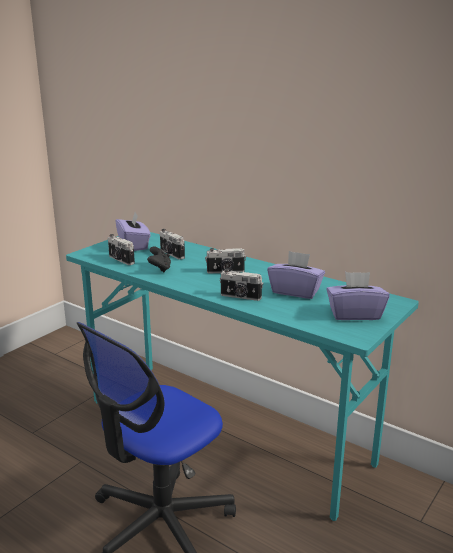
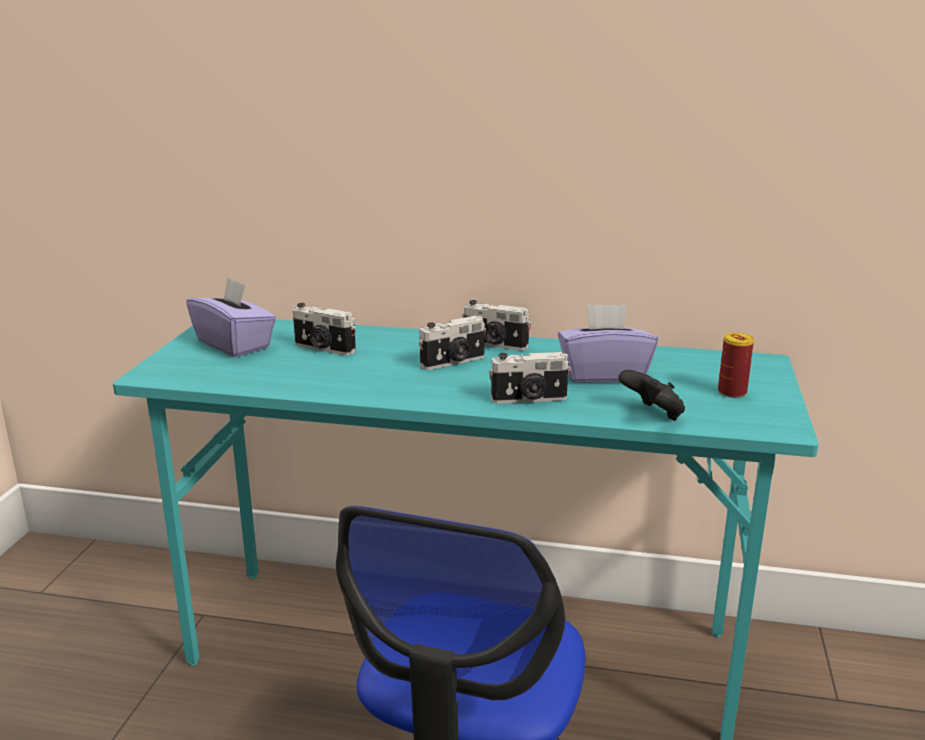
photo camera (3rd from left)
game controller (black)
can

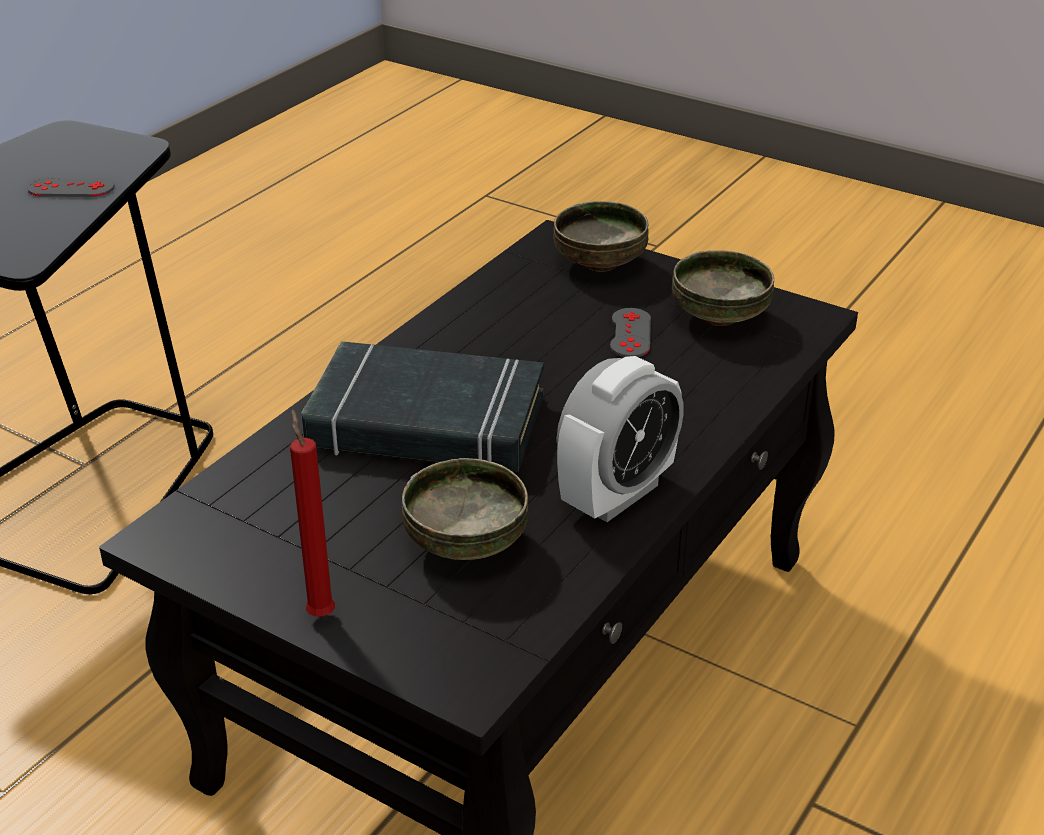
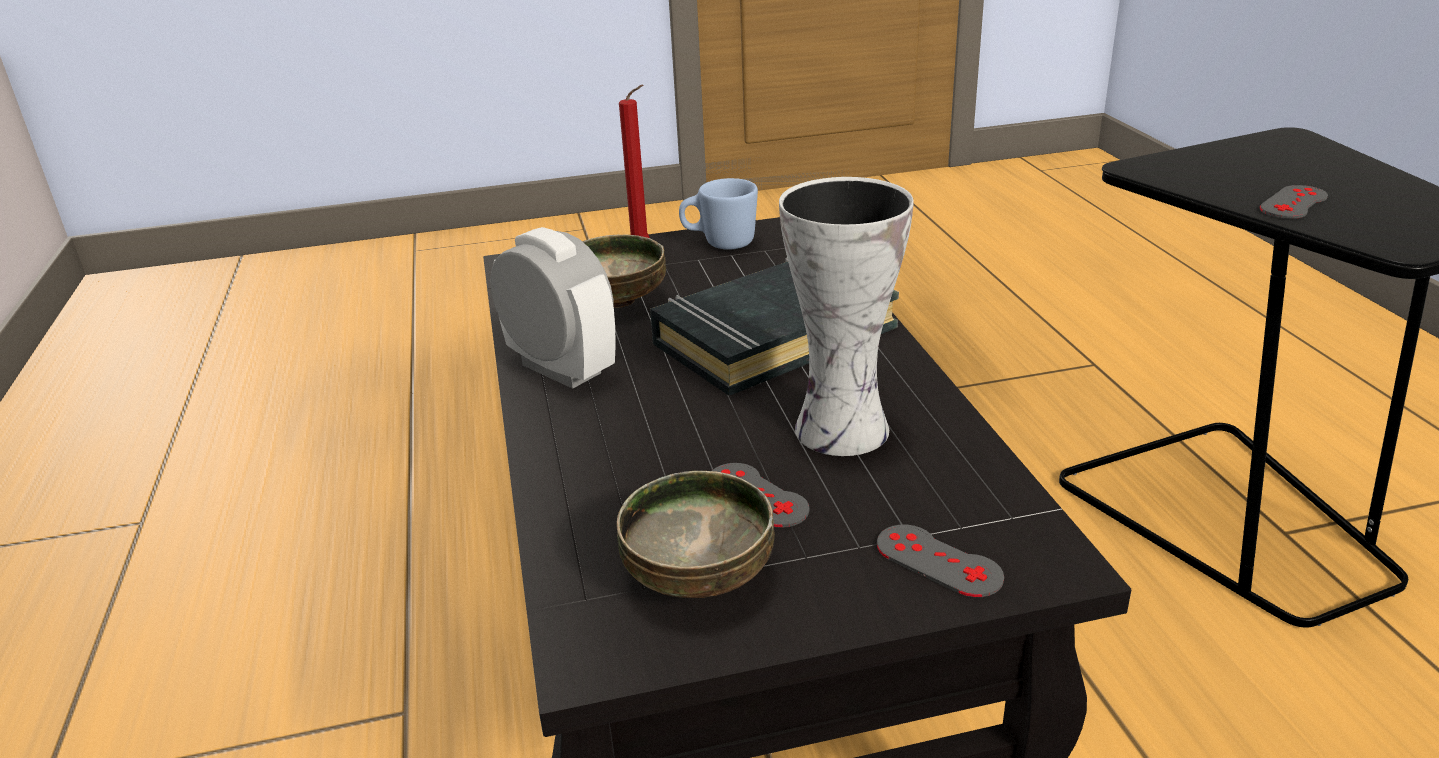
mug (blue)
vase
game controller (grey) (2nd from left)
alarm clock

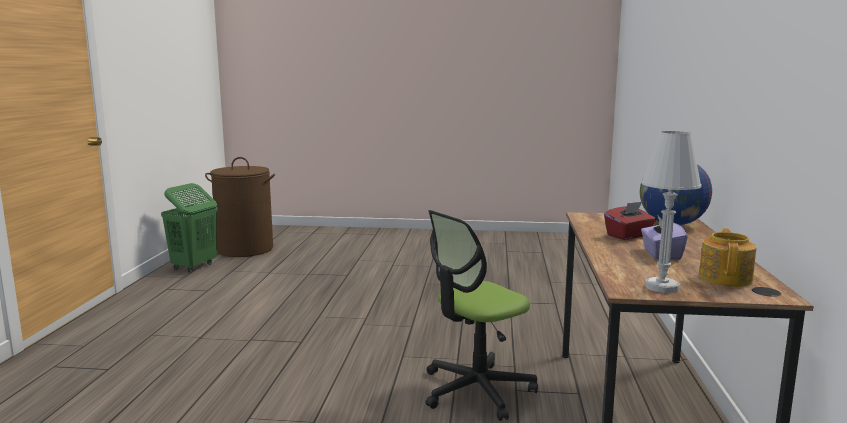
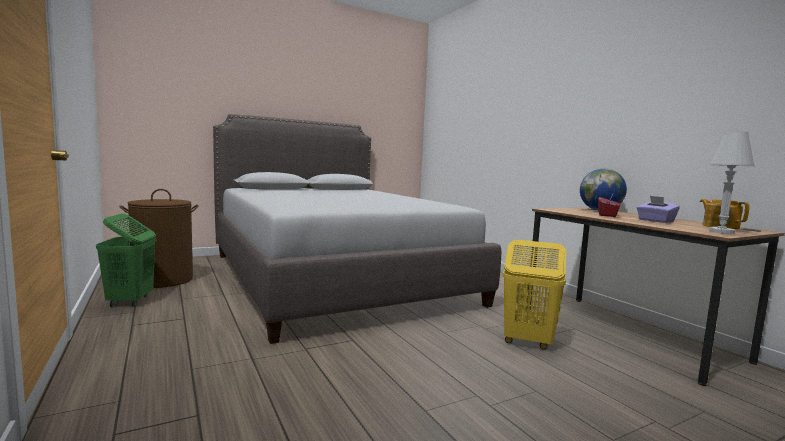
bed (grey)
laundry basket (yellow)

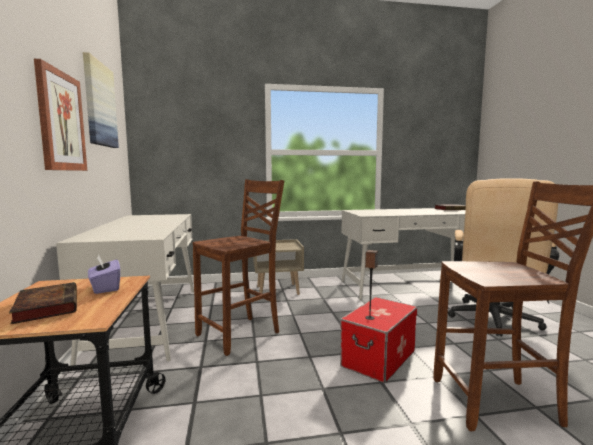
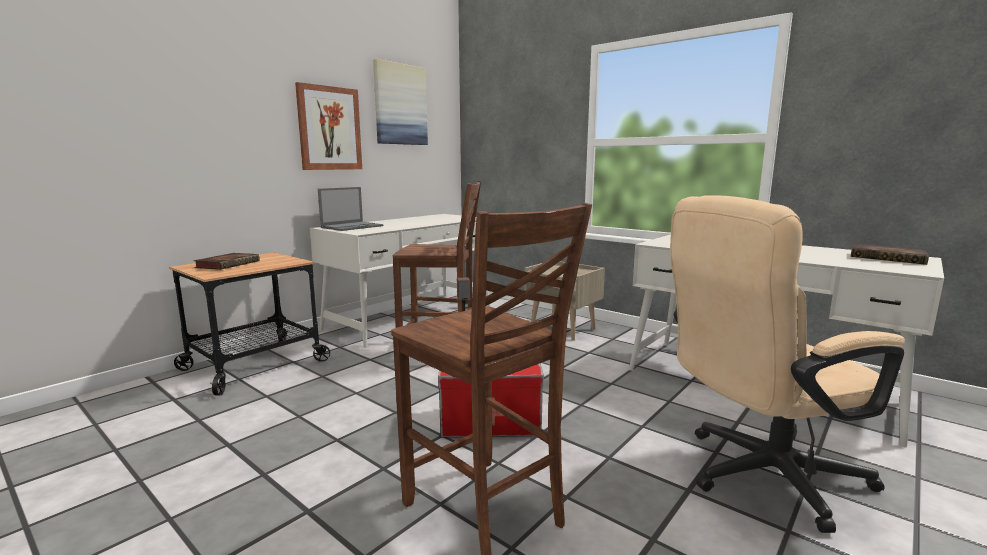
tissue box (purple)
laptop

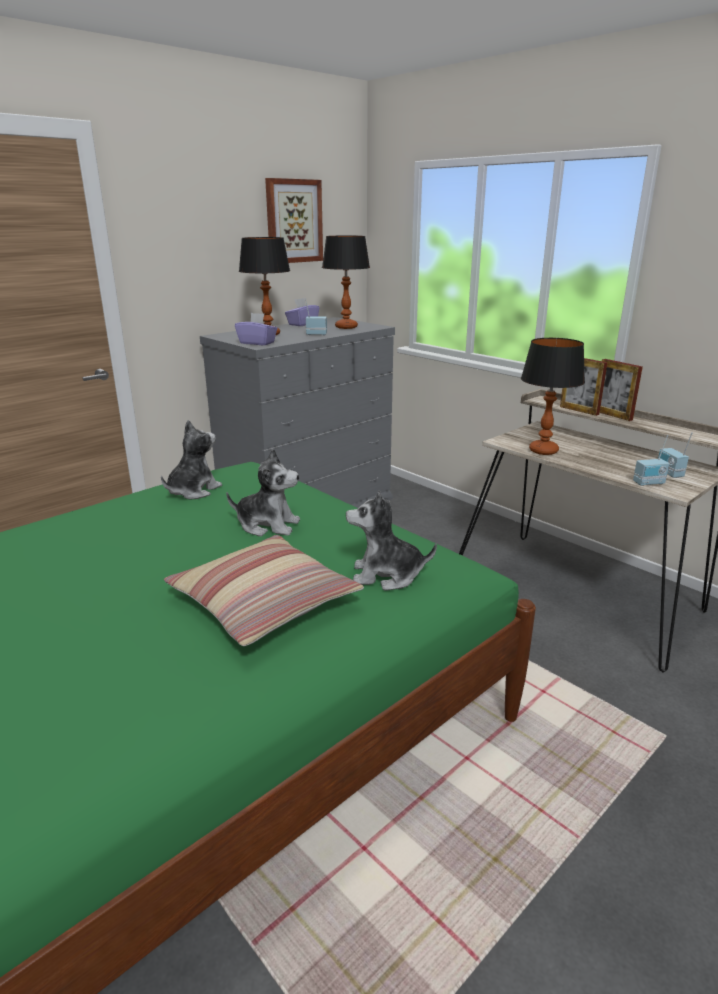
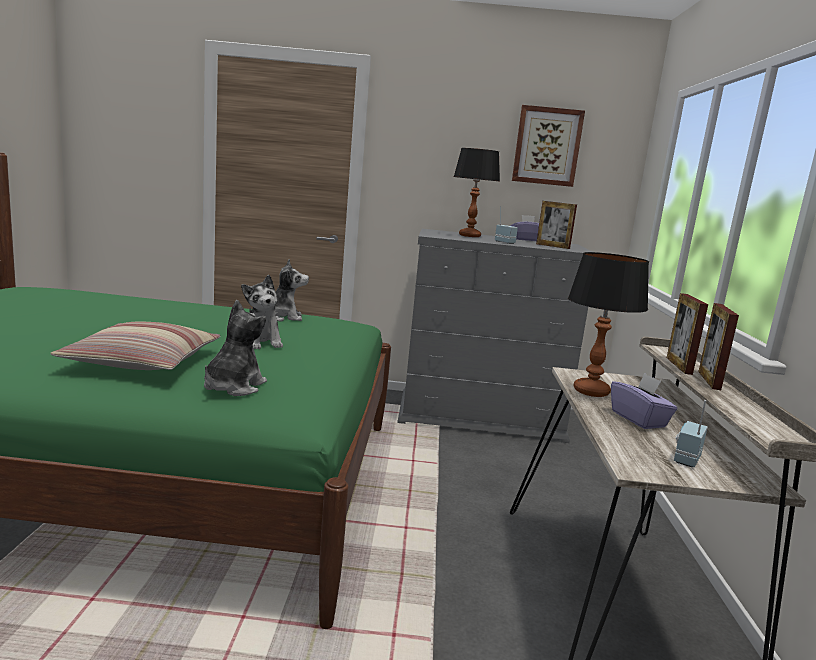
radio (2nd from left in the first image)
tissue box (purple) (2nd from left)
picture frame (1st from left)
plush toy (1st from left)

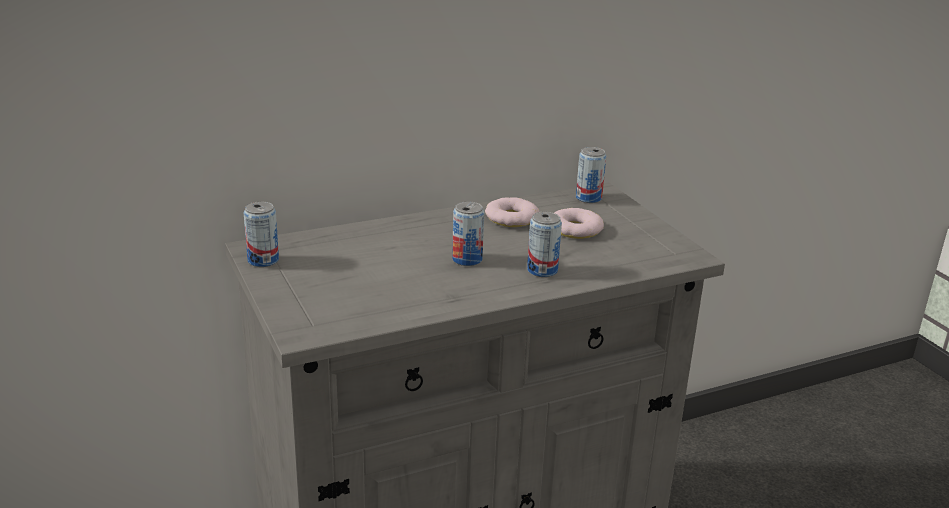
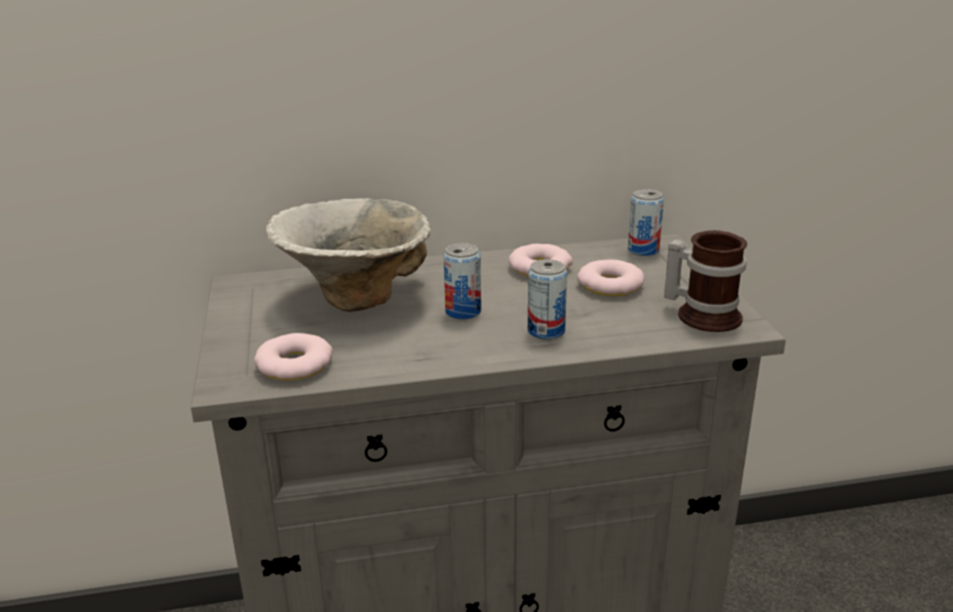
can (1st from left in the first image)
donut (1st from left)
bowl
mug

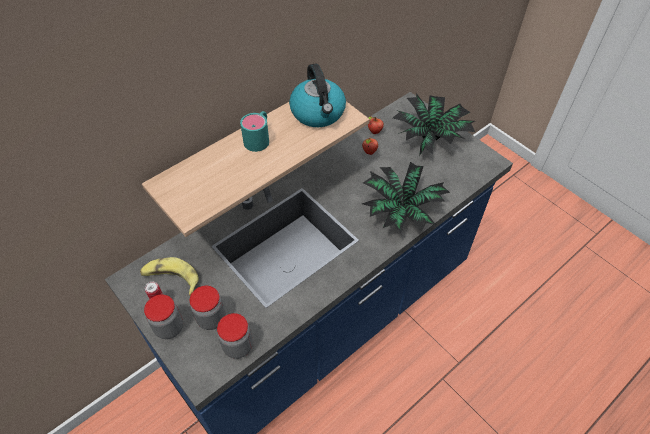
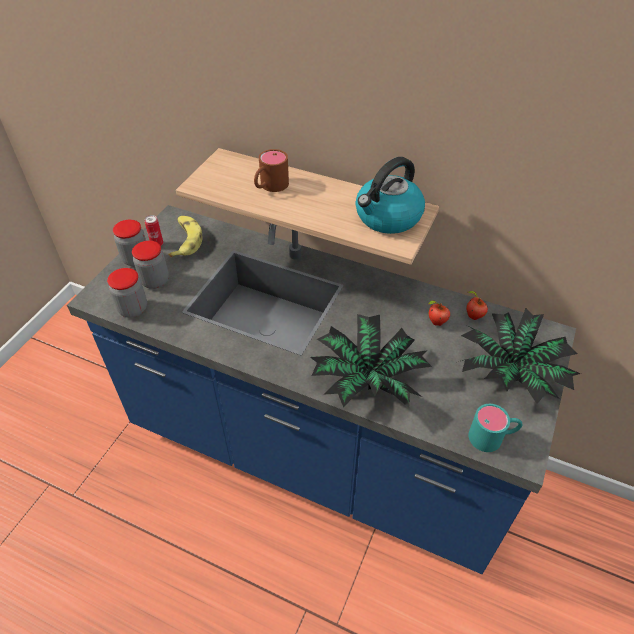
mug (brown)
mug (turquoise)

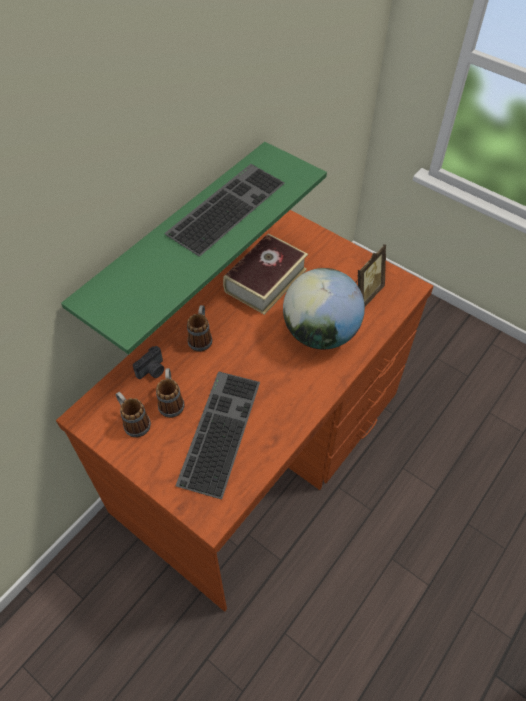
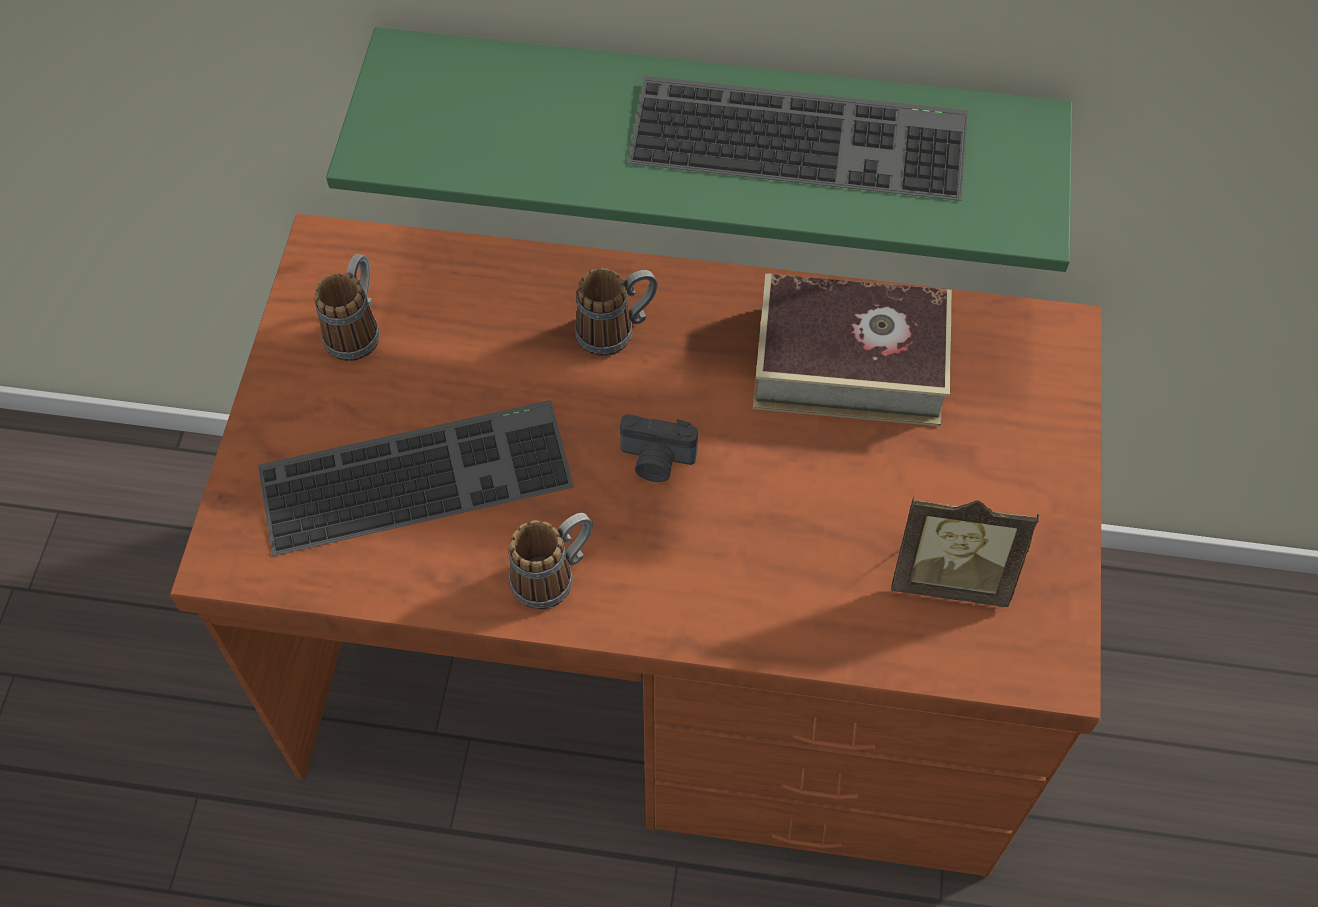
globe
photo camera
mug (2nd from left)

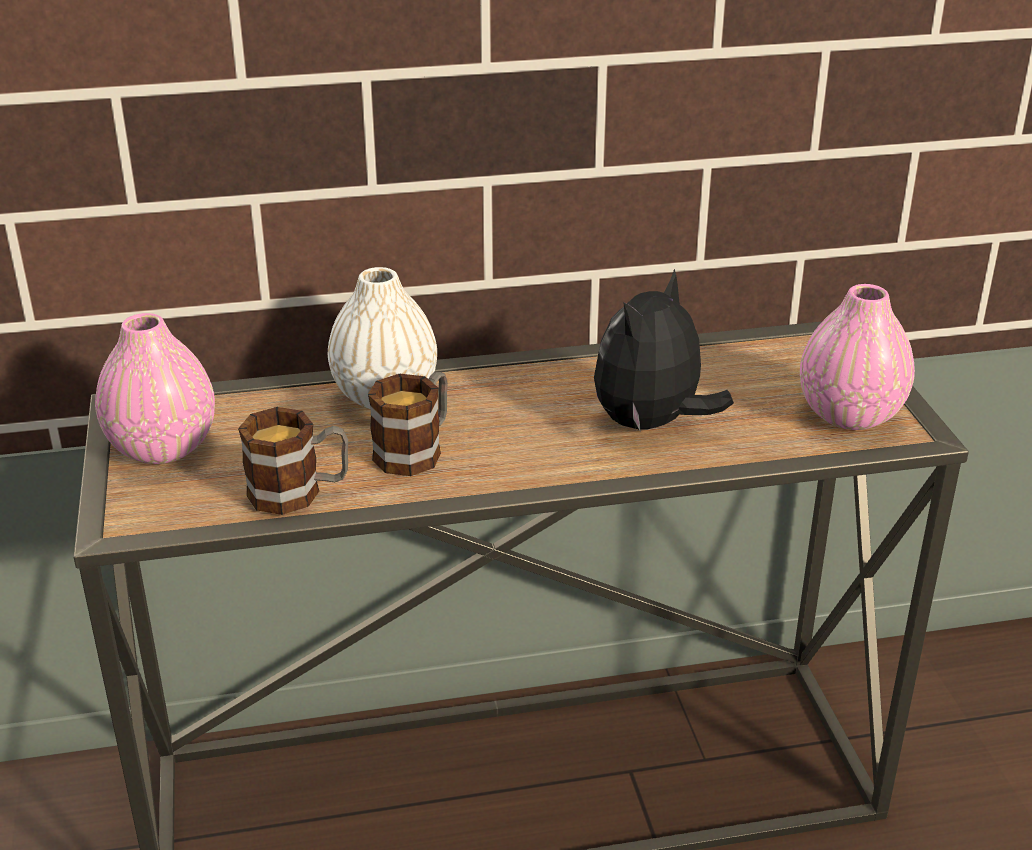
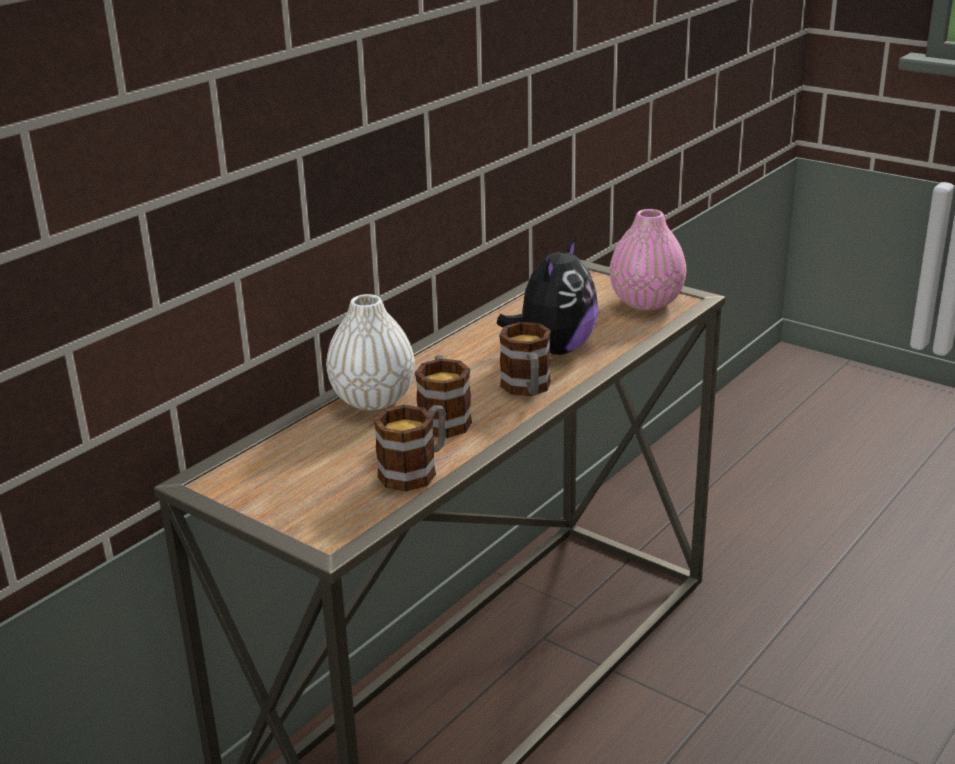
vase (pink) (1st from left in the first image)
mug (3rd from left)
plush toy

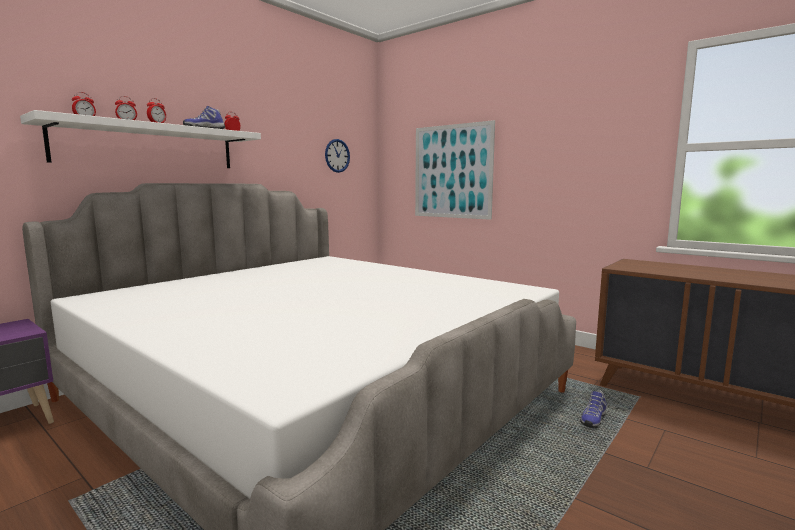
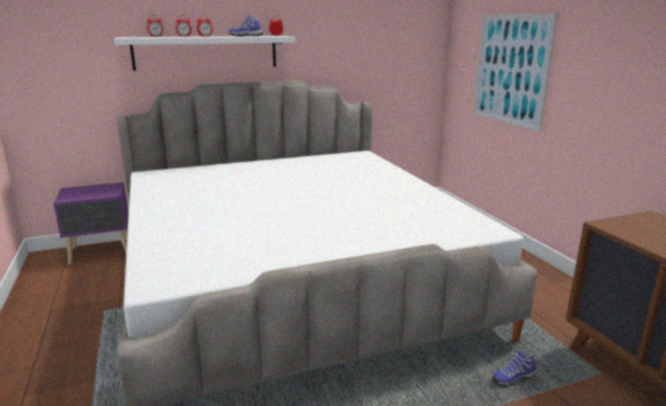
wall clock

